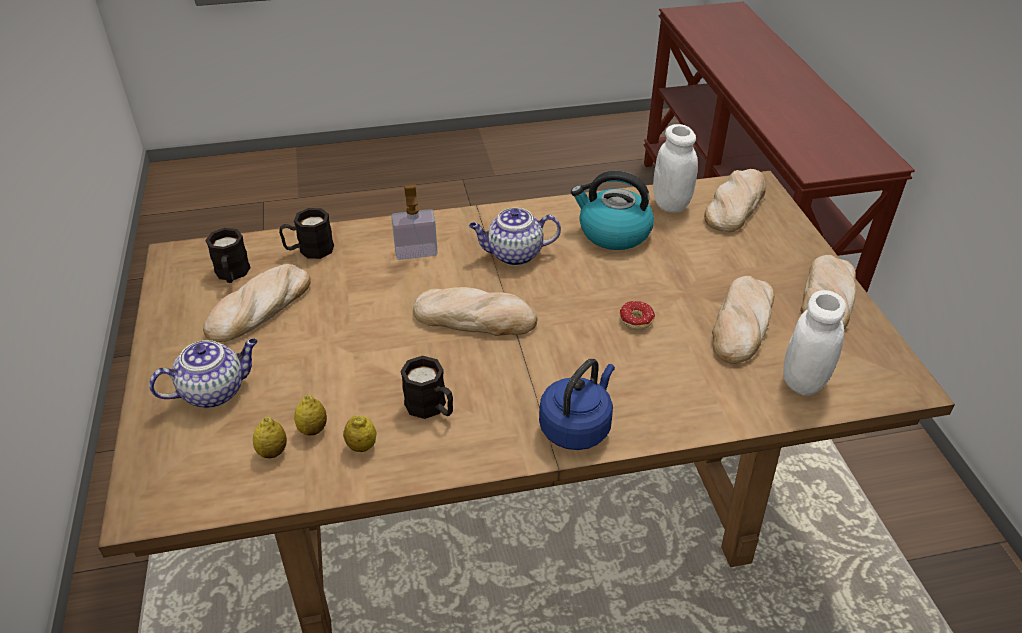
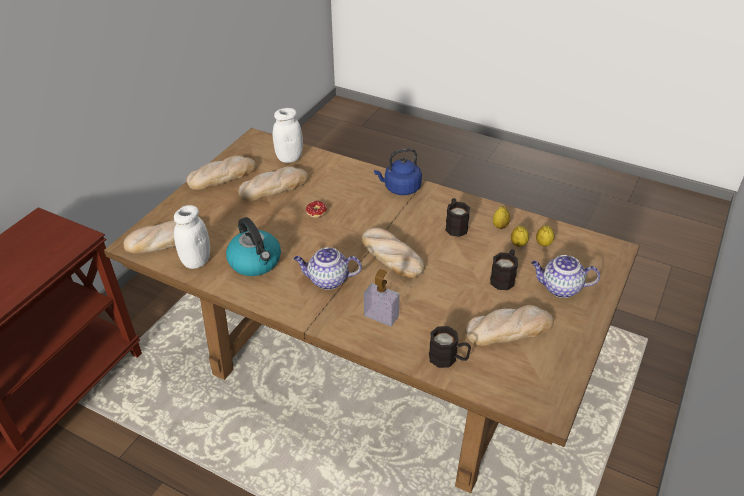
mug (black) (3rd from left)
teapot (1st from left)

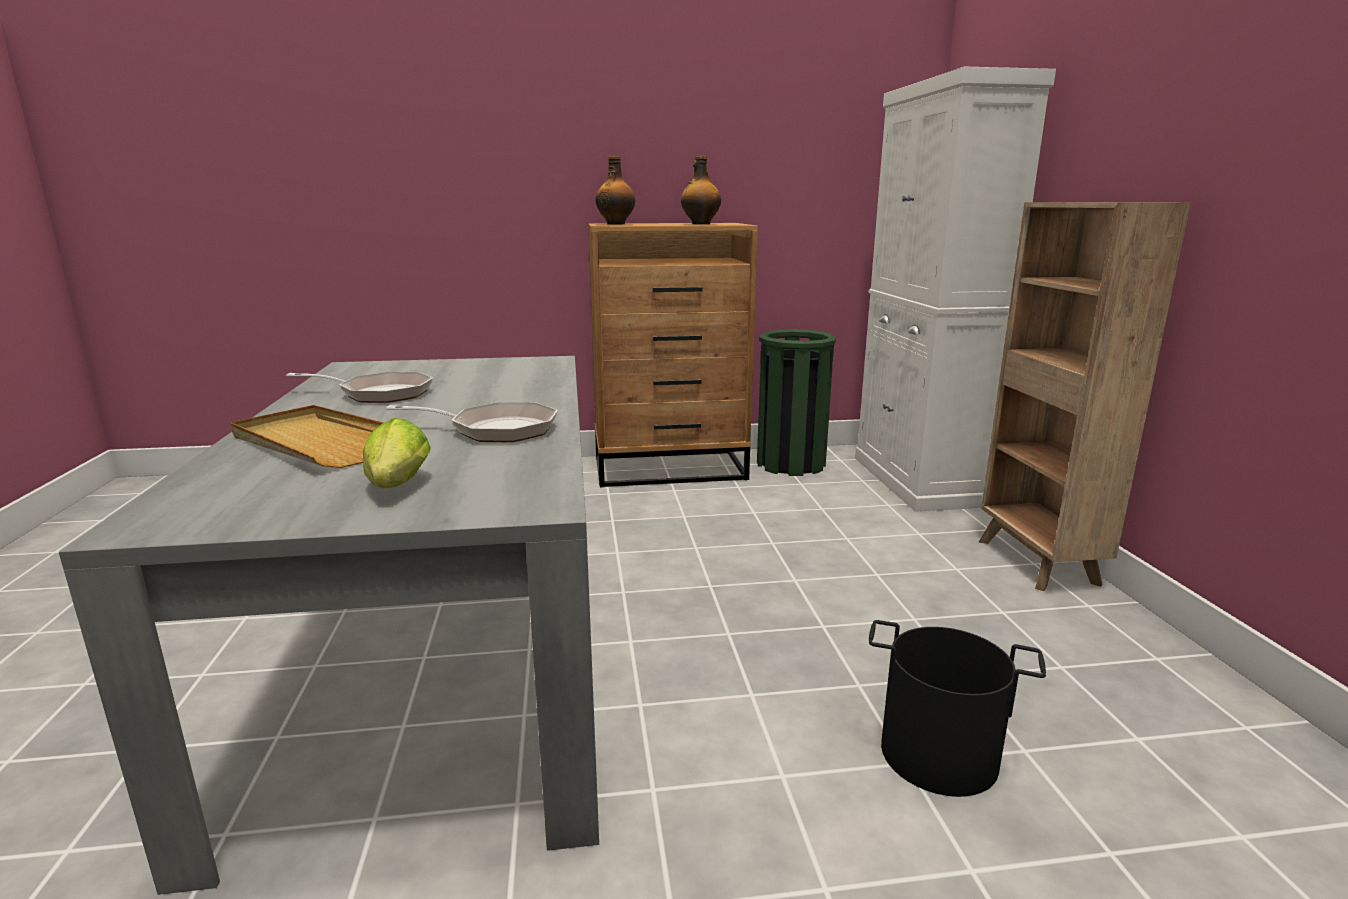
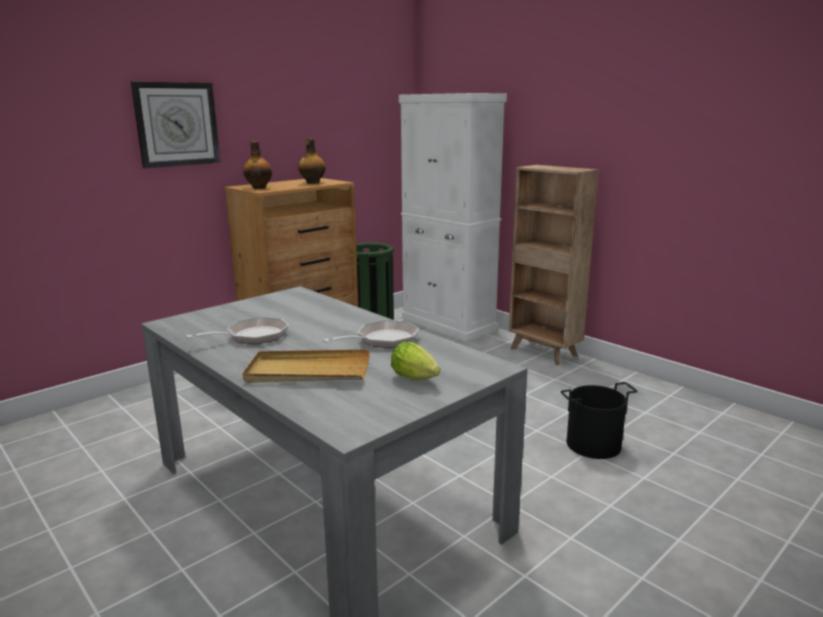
wall clock

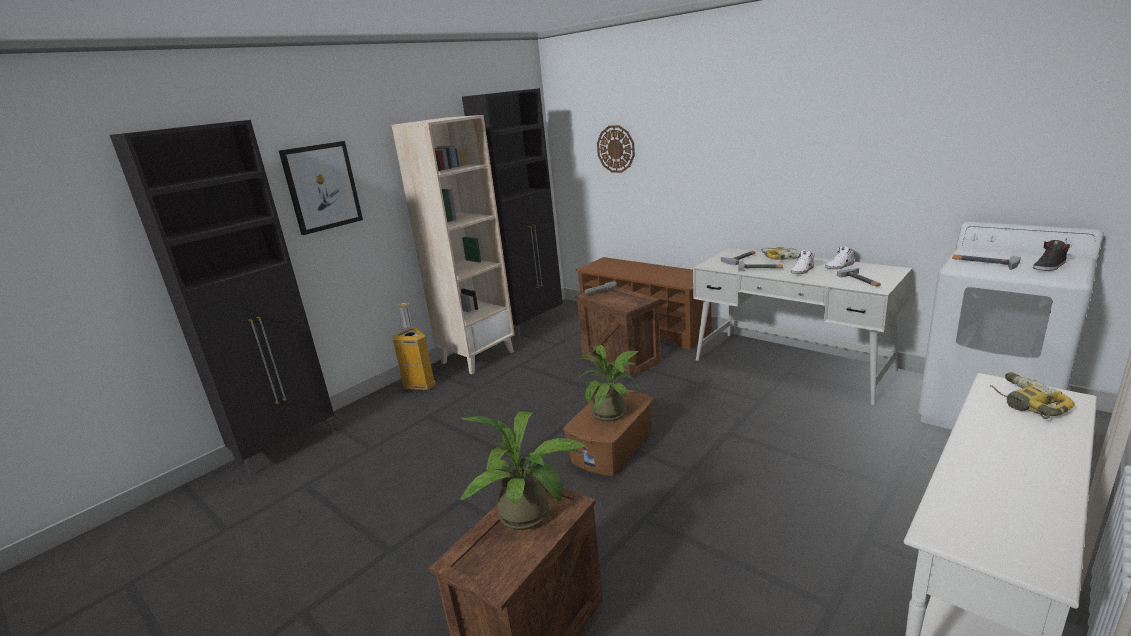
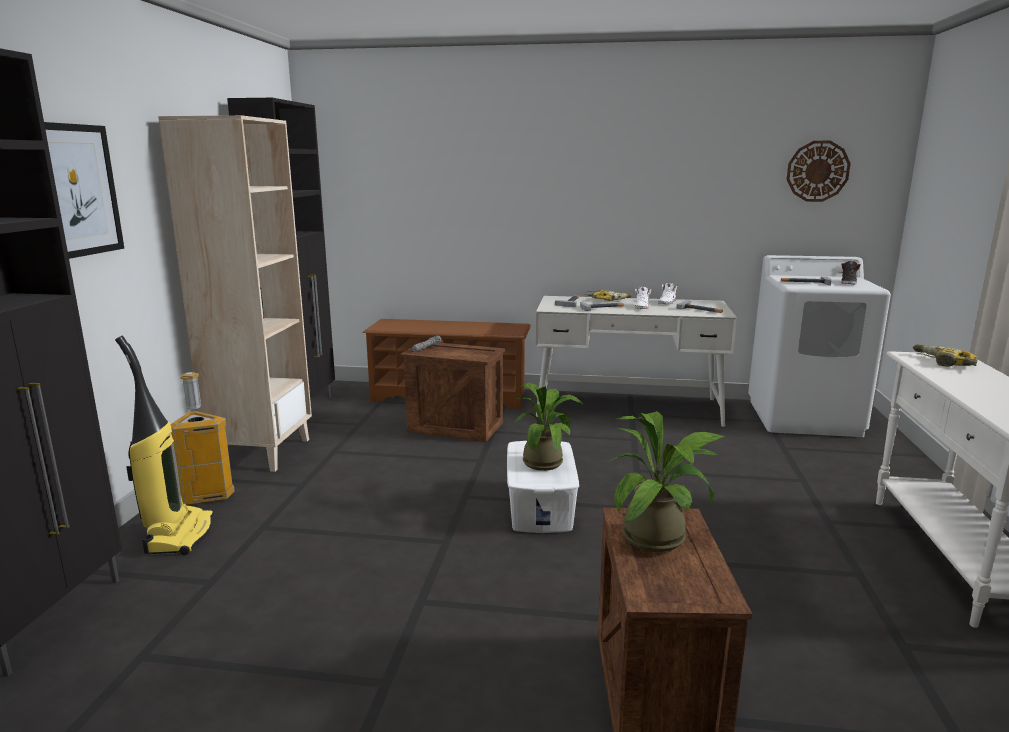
vacuum cleaner
wall clock
storage box (white)

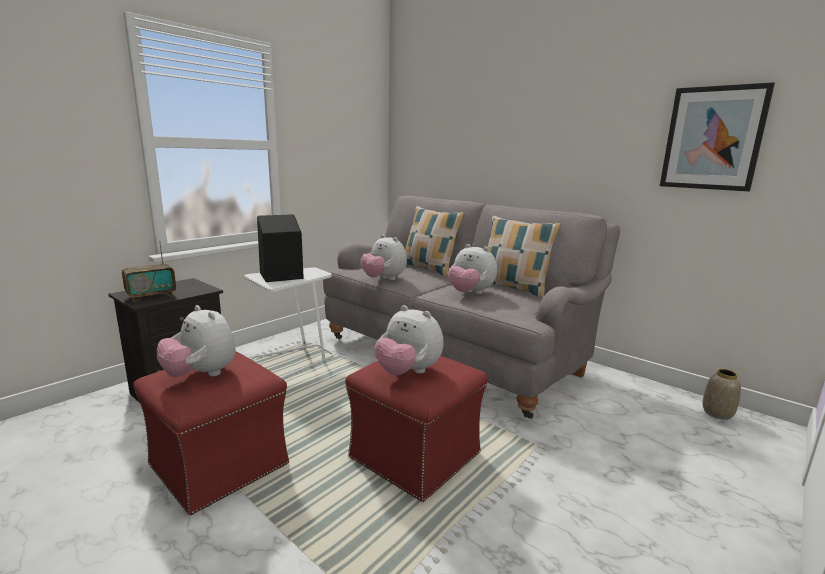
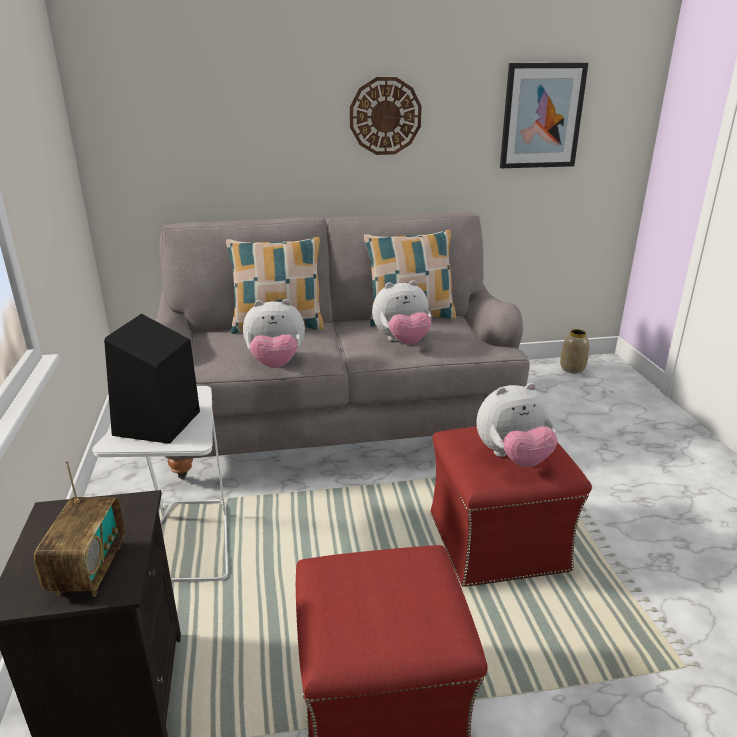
plush toy (1st from left in the first image)
wall clock

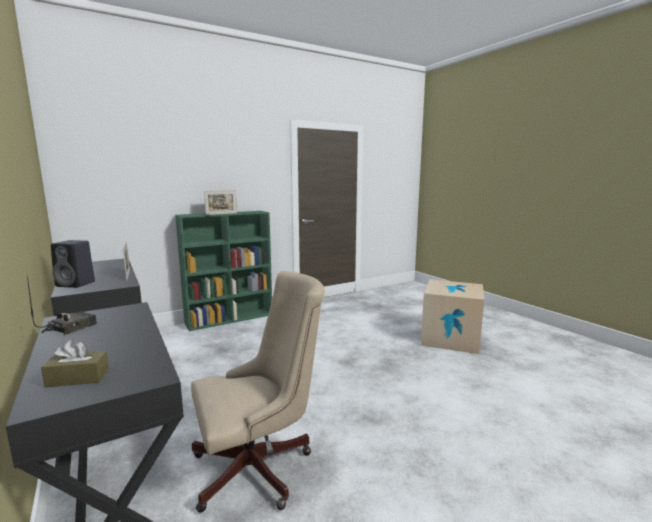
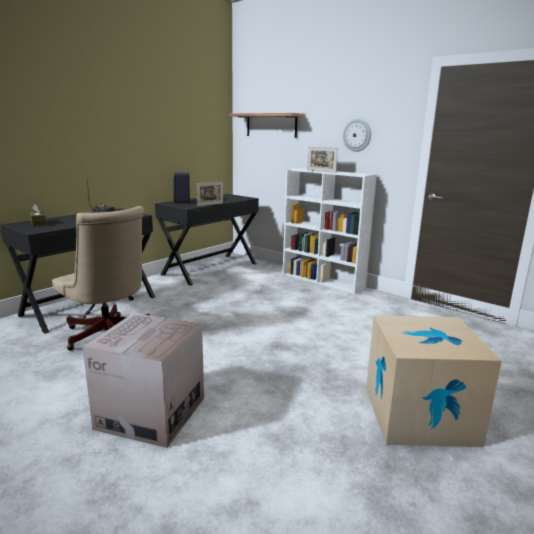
cardboard box (1st from left)
shelf
wall clock
bookcase (white)

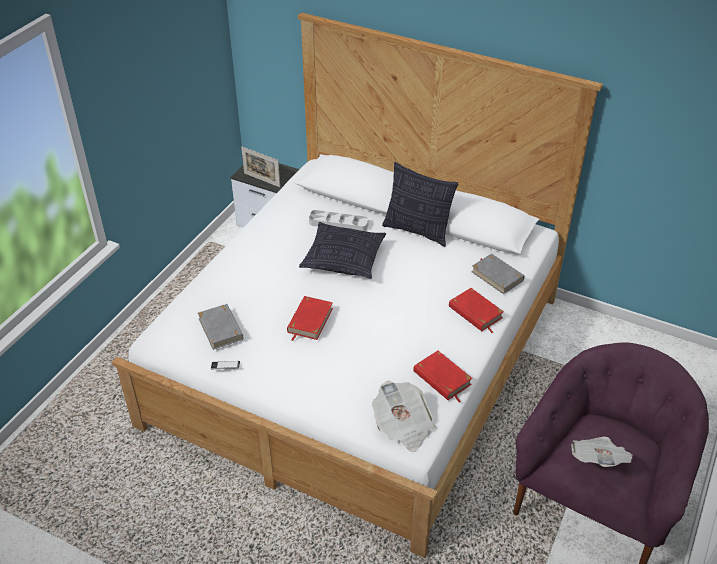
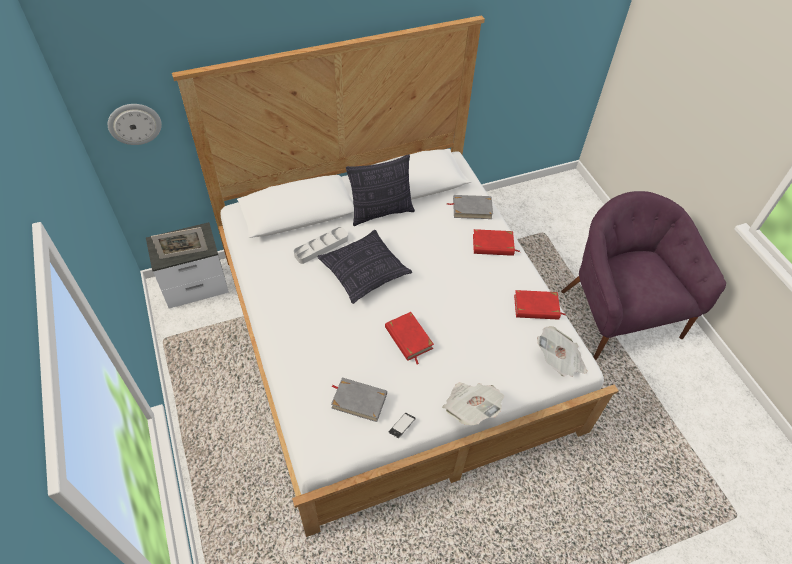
wall clock
newspaper (1st from left)

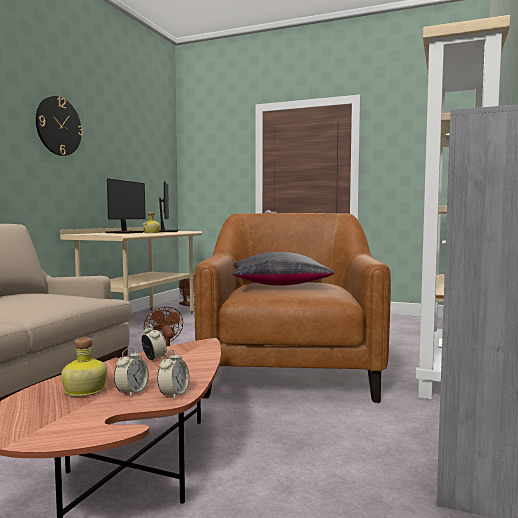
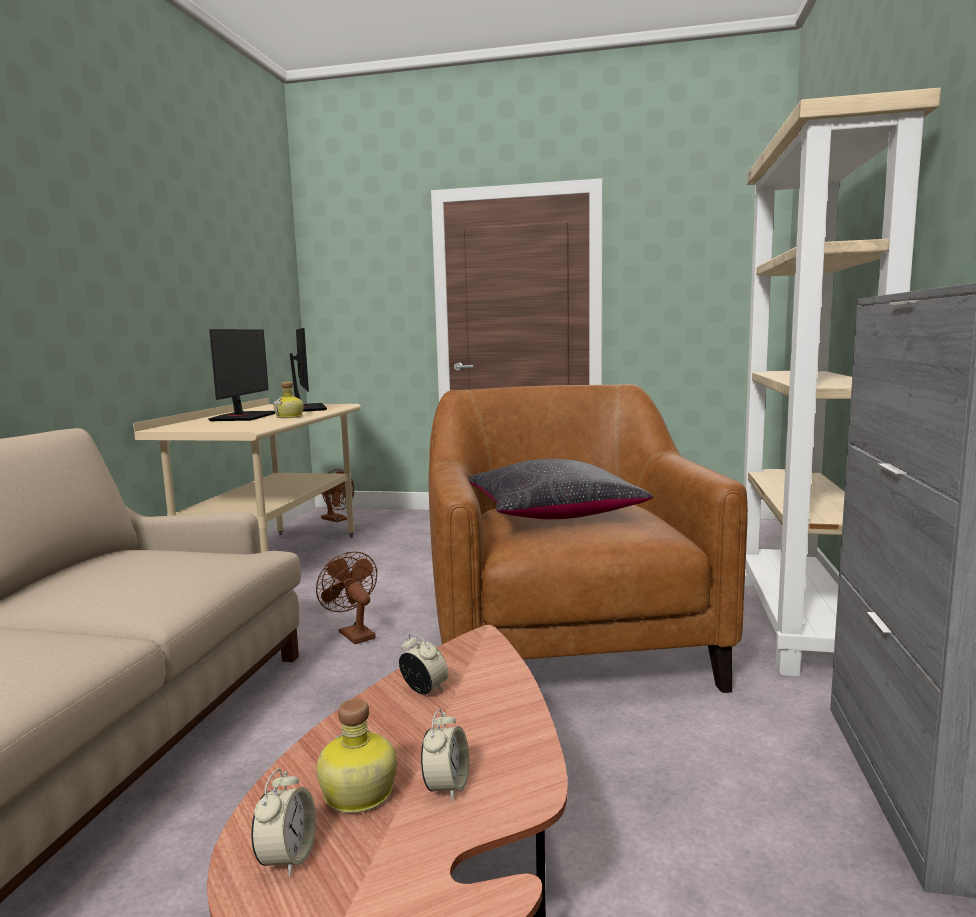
wall clock
alarm clock (1st from left)

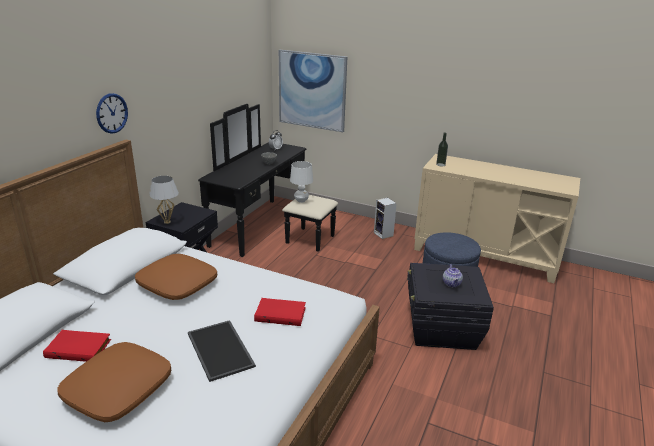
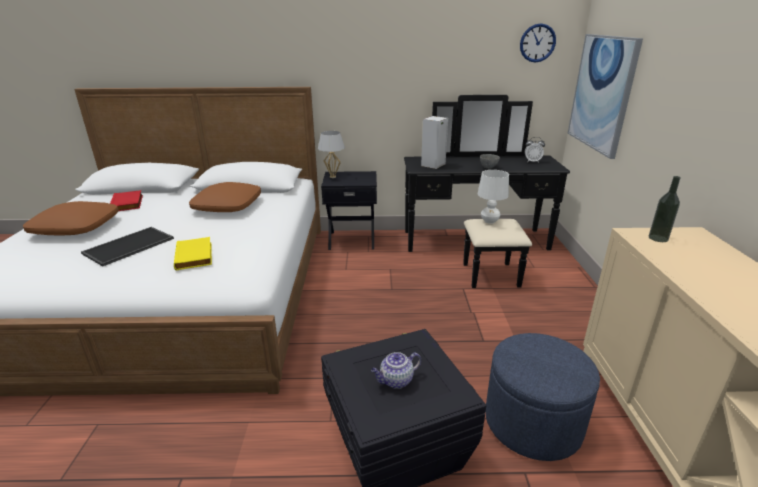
wall clock
speaker
book (yellow)

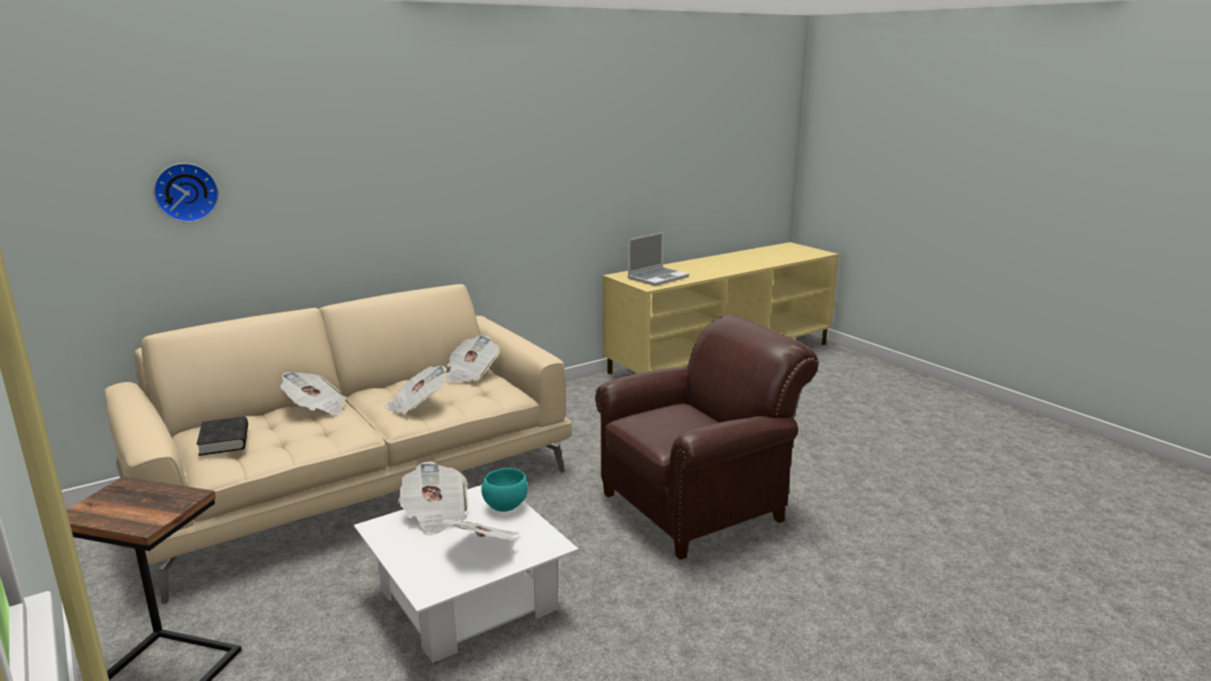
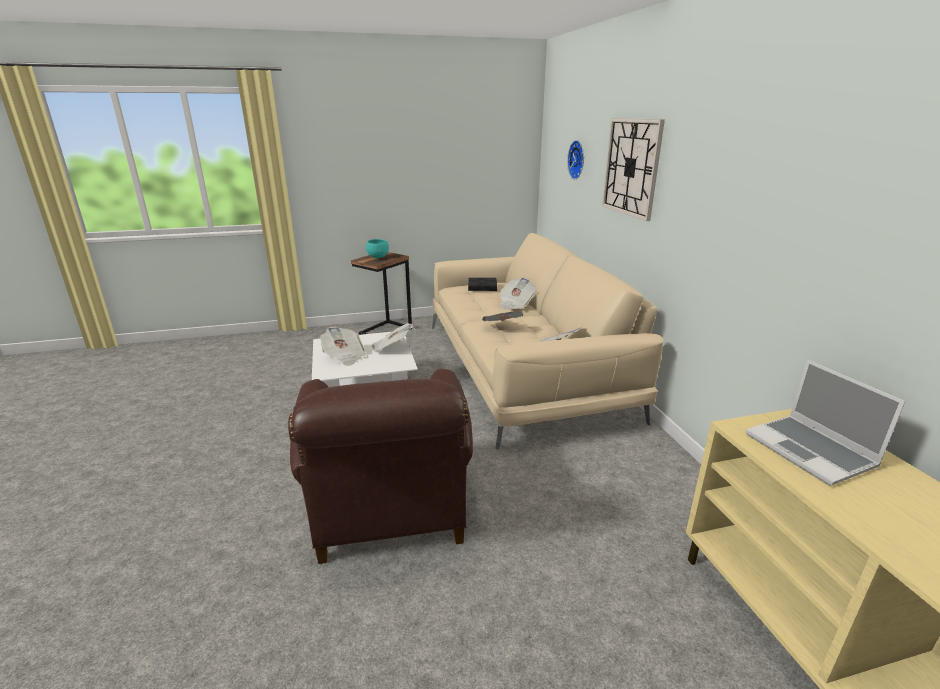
wall clock (2nd from left)
bowl (turquoise)

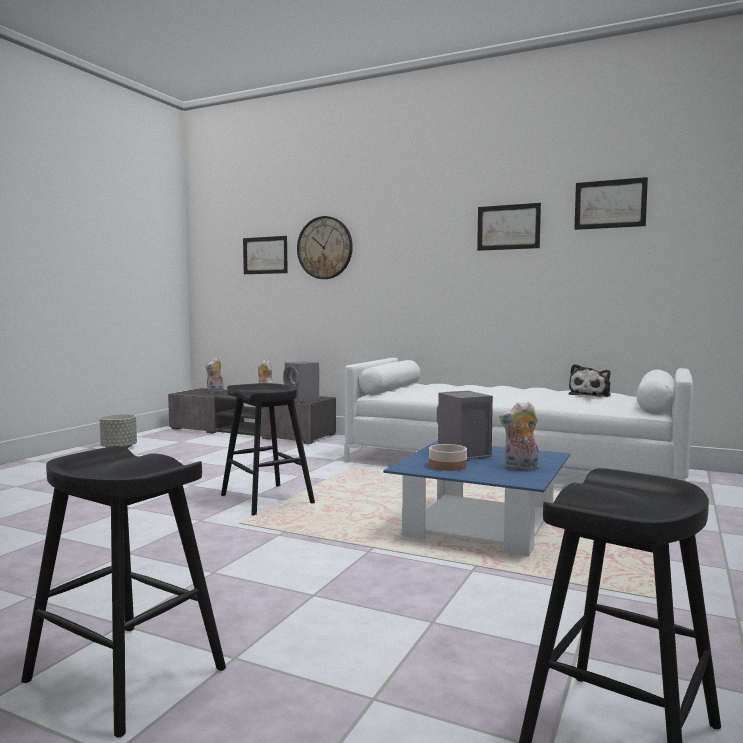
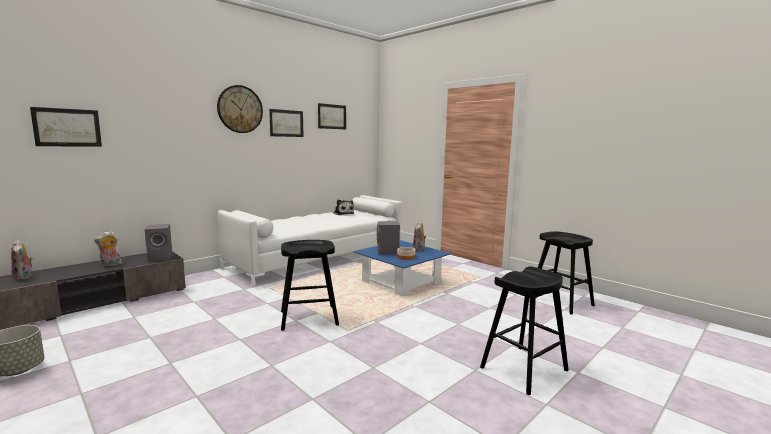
wall clock

